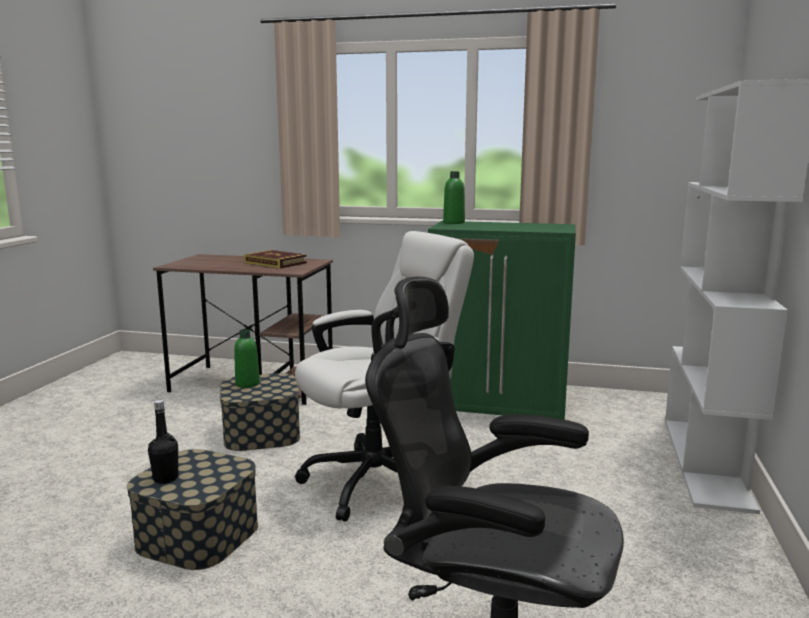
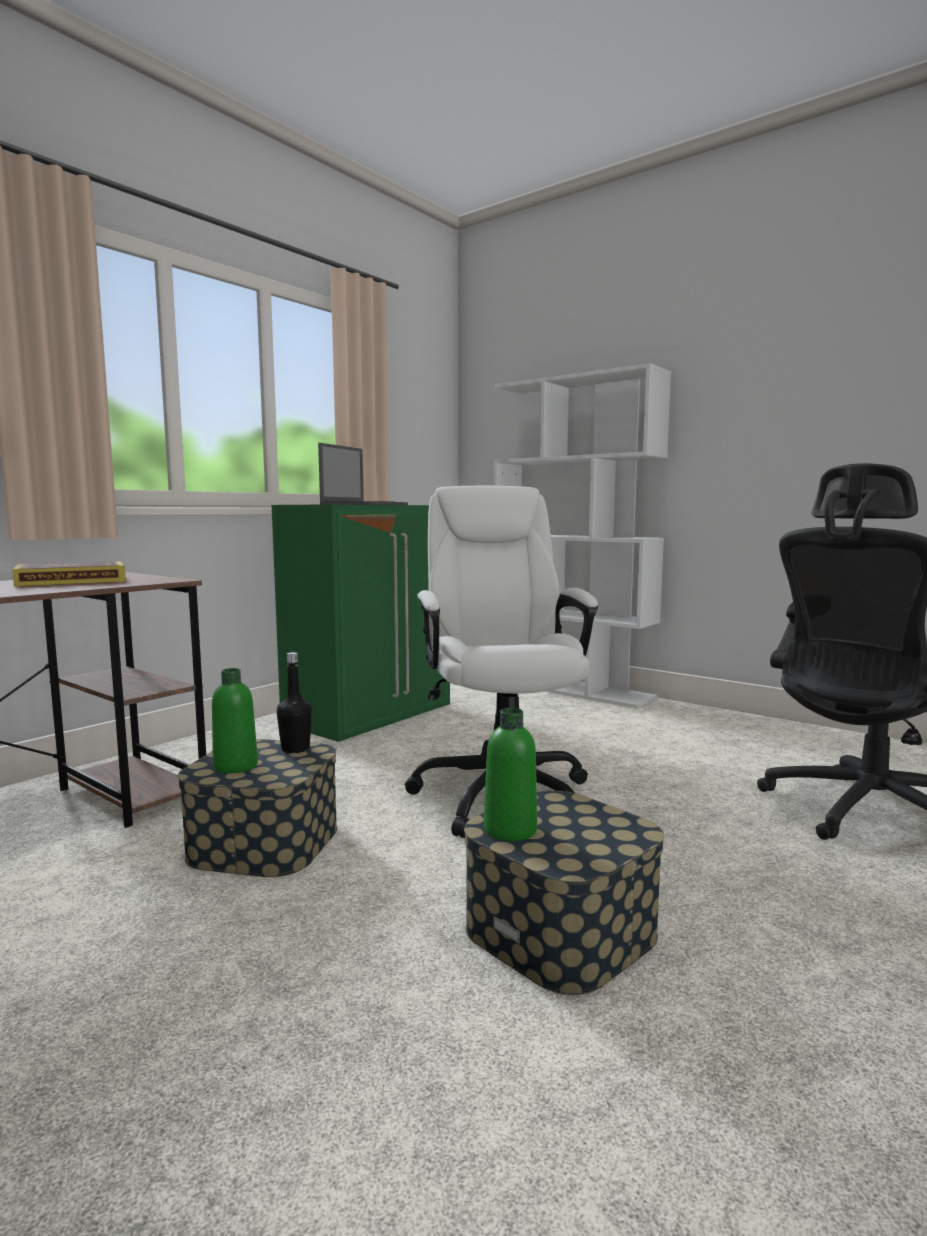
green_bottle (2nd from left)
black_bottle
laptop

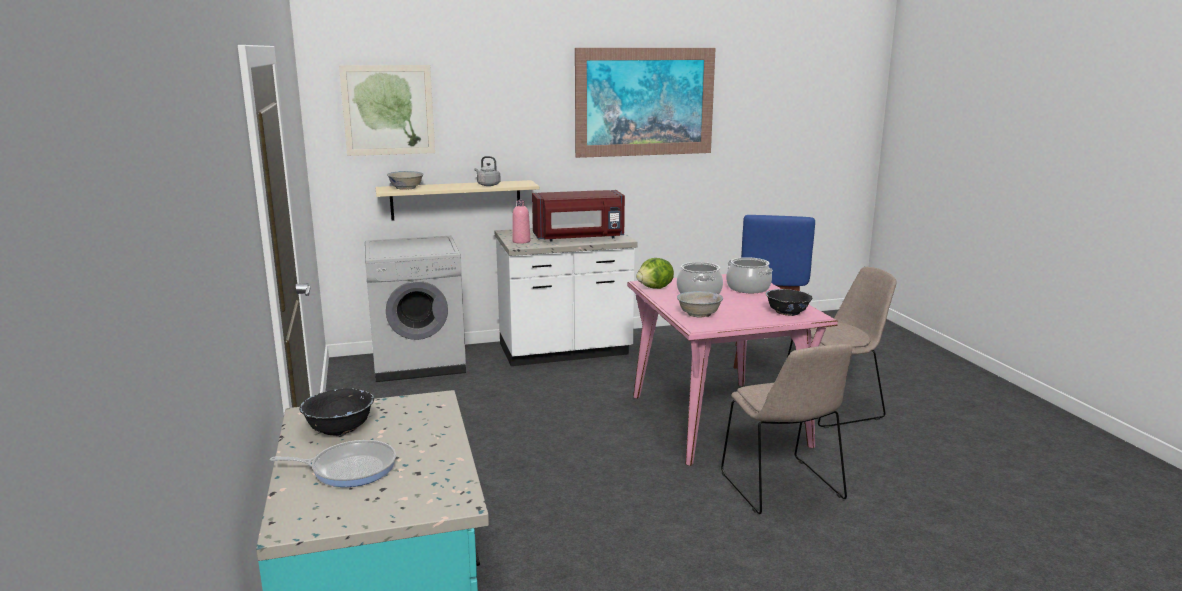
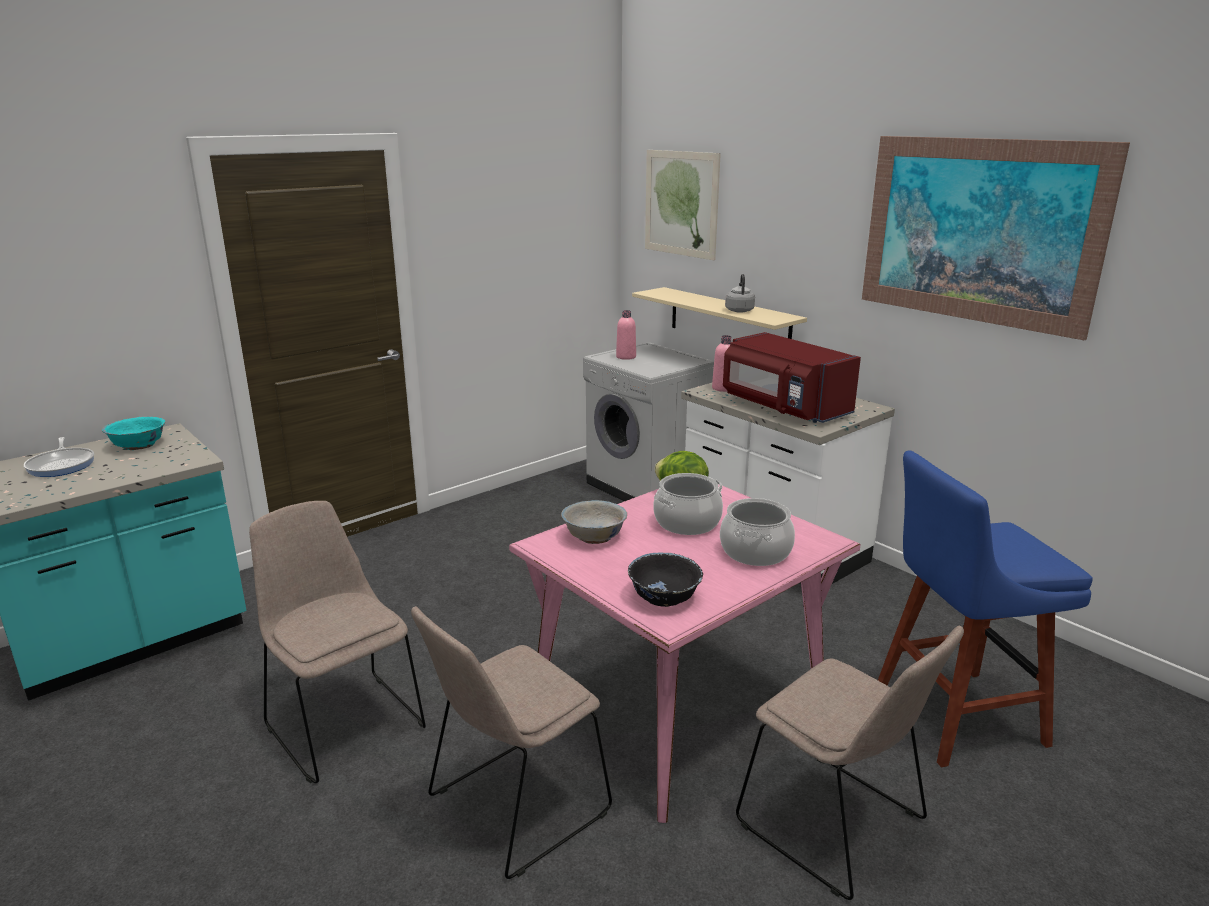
white_bowl (1st from left in the first image)
turquoise_bowl
pink_bottle (1st from left)
beige_chair (1st from left)

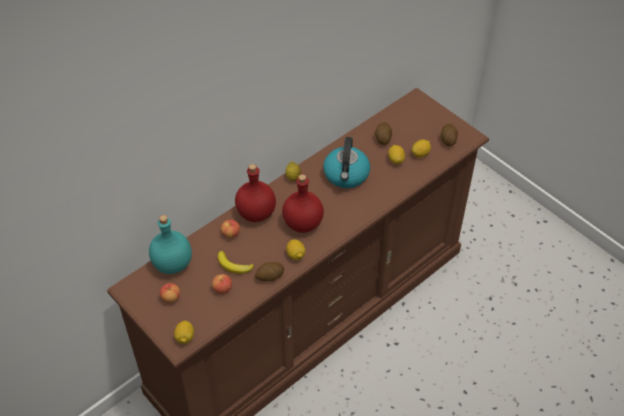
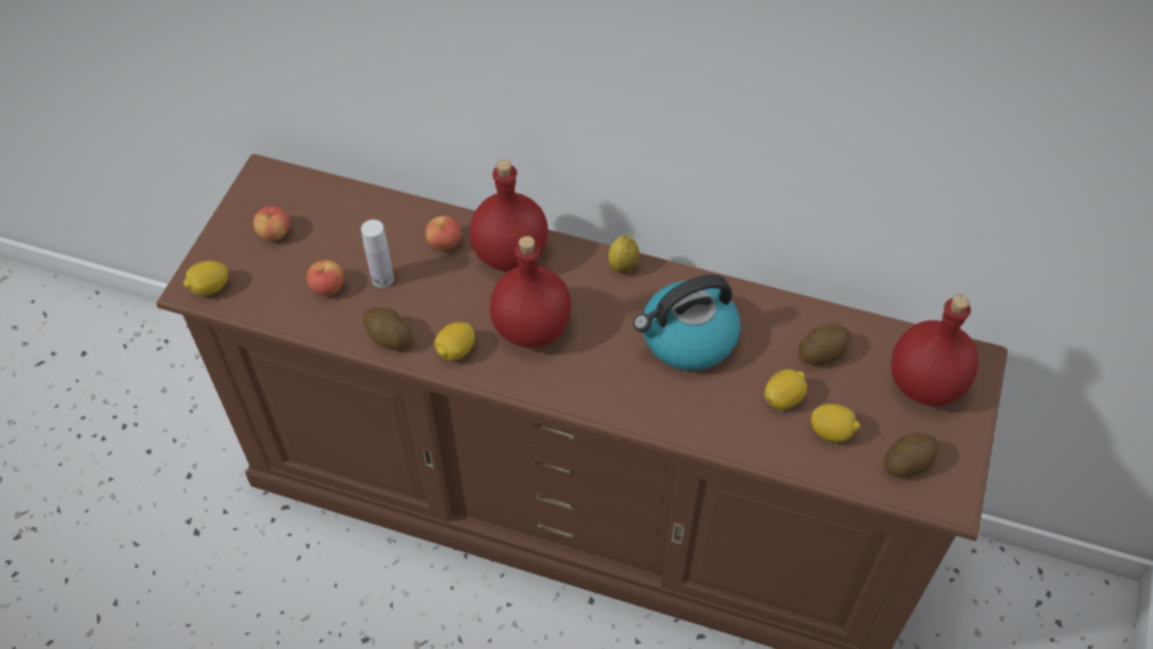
turquoise_bottle
white_bottle
red_bottle (3rd from left)

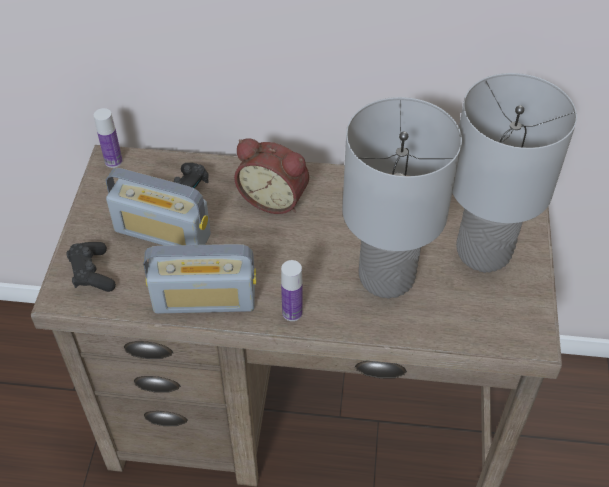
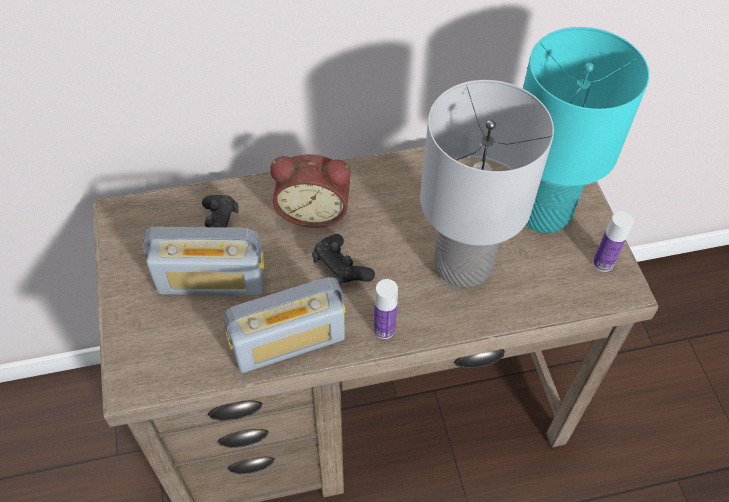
turquoise_table_lamp
bottle (2nd from left)
black_game_controller (2nd from left)

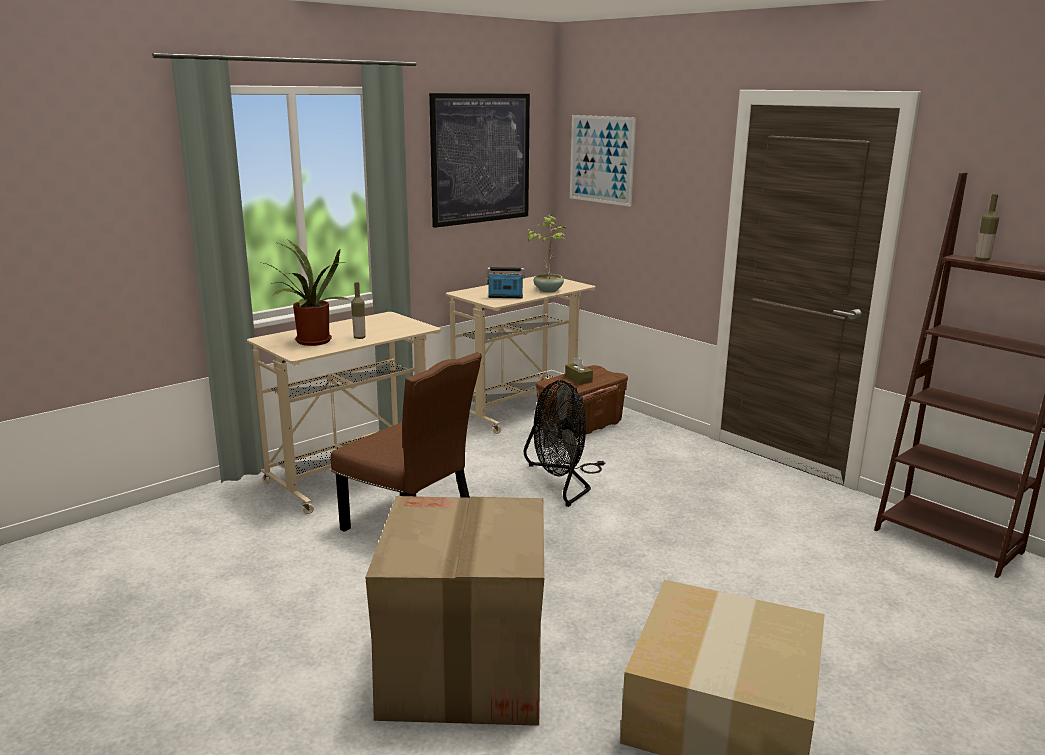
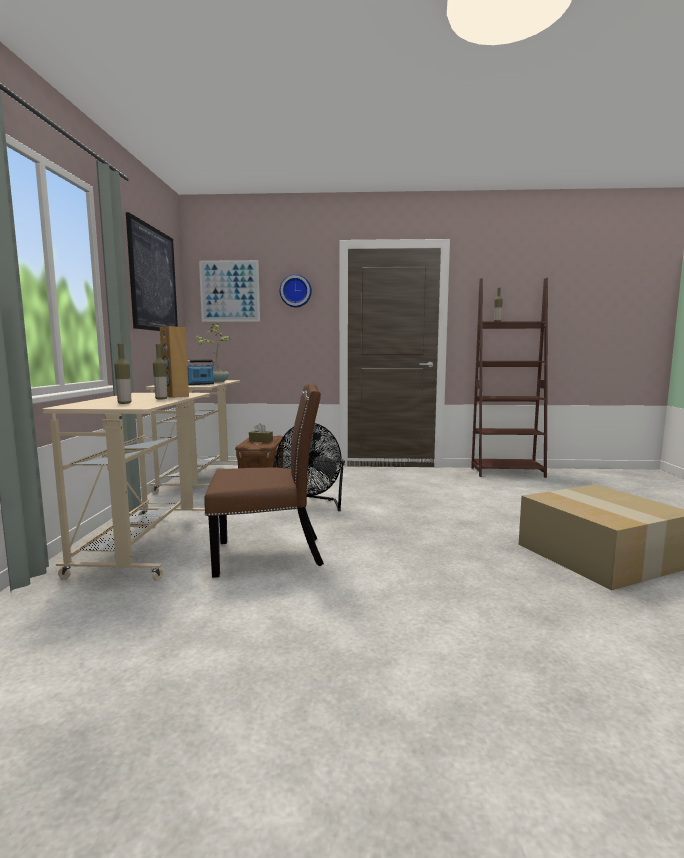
bottle (1st from left)
cardboard_box (1st from left in the first image)
wall_clock
brown_speaker

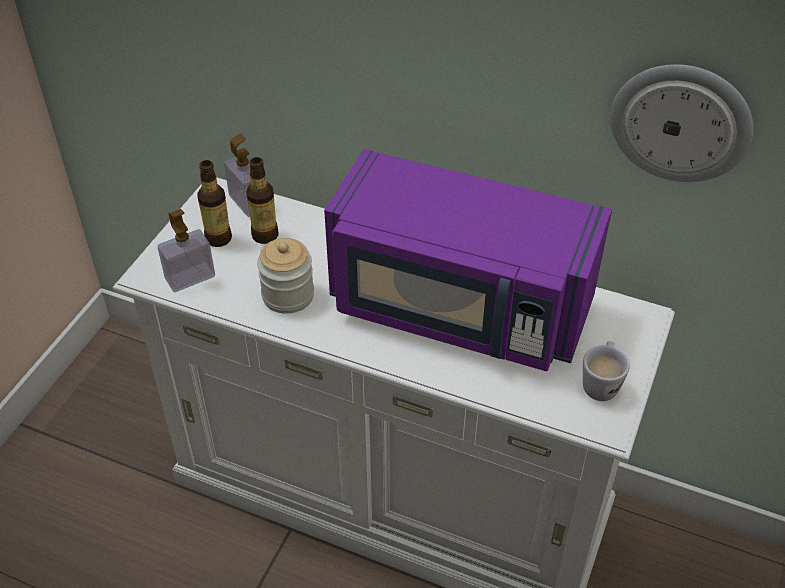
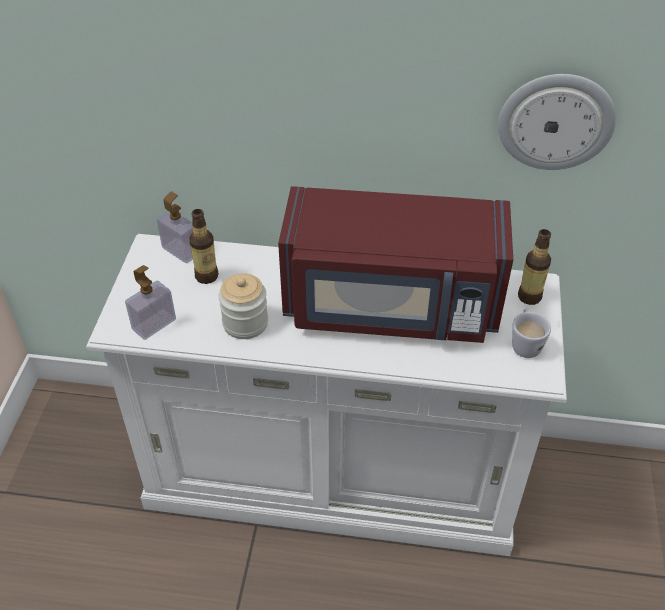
red_microwave
bottle (2nd from left)

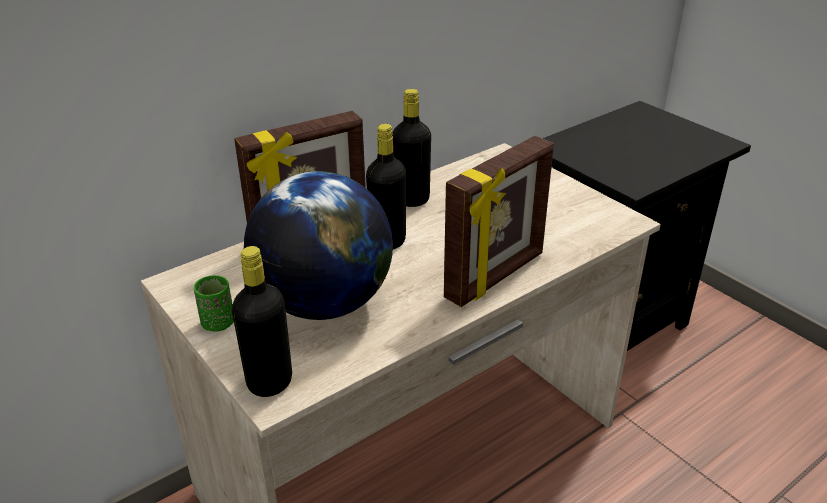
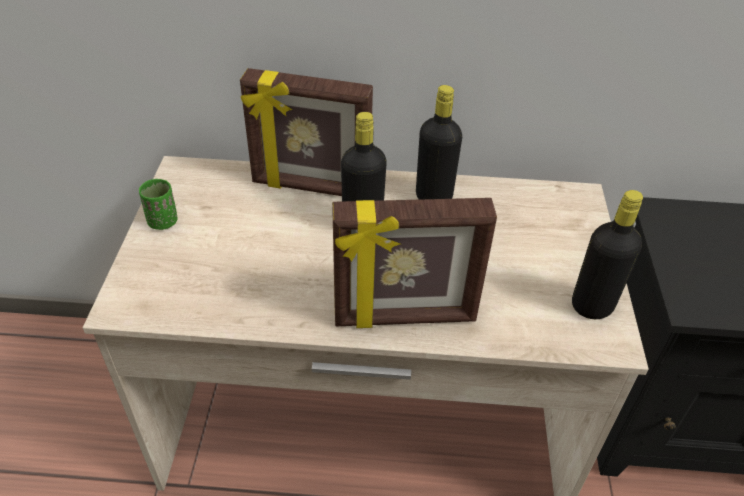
globe
black_bottle (3rd from left)

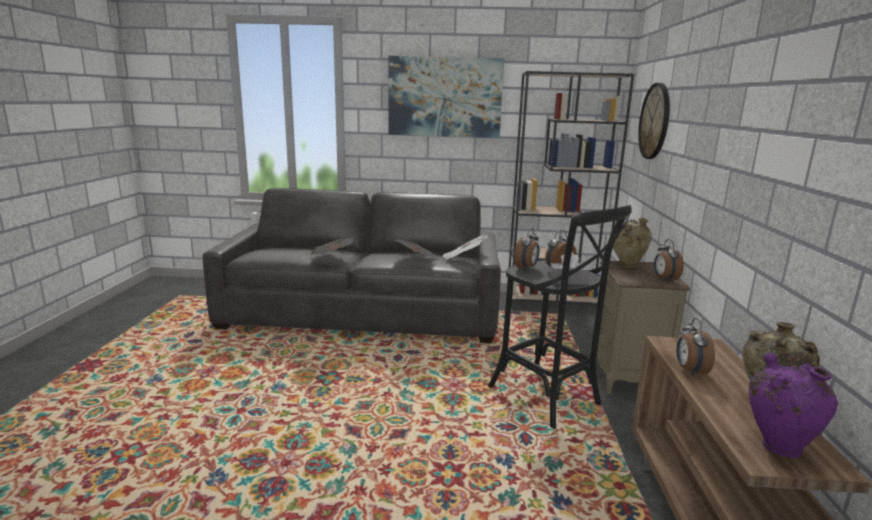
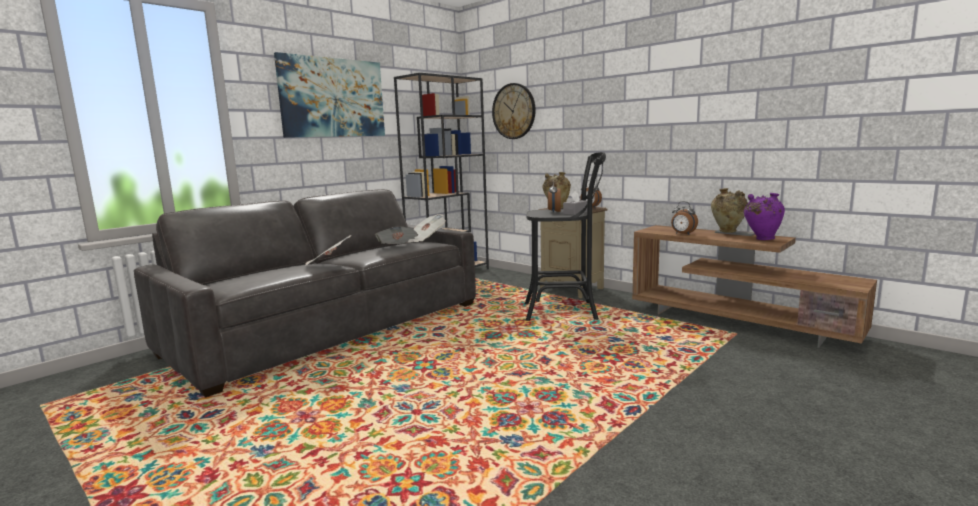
alarm_clock (1st from left in the first image)

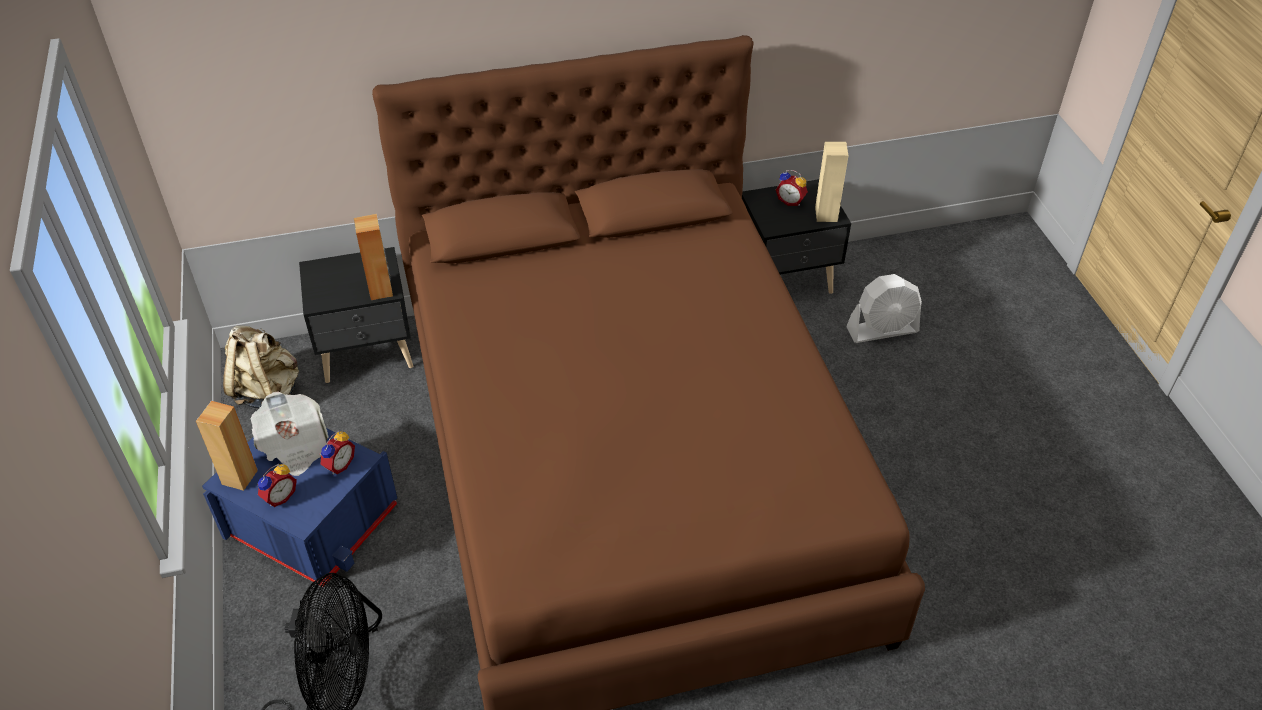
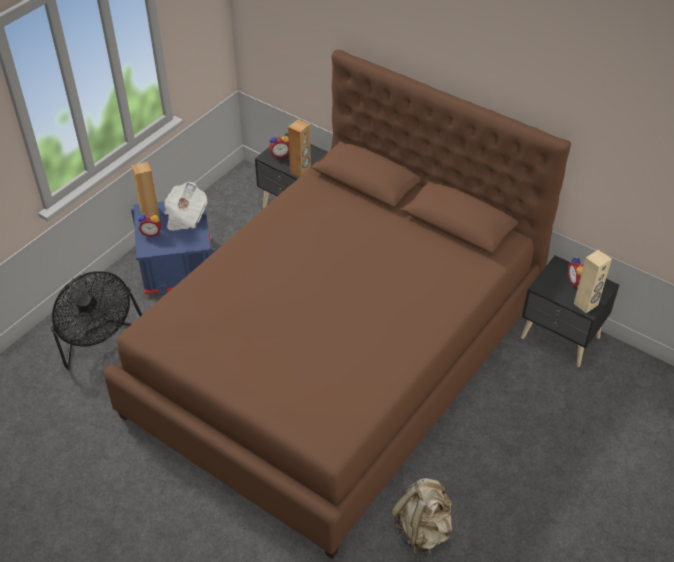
white_fan
beige_backpack
alarm_clock (2nd from left)

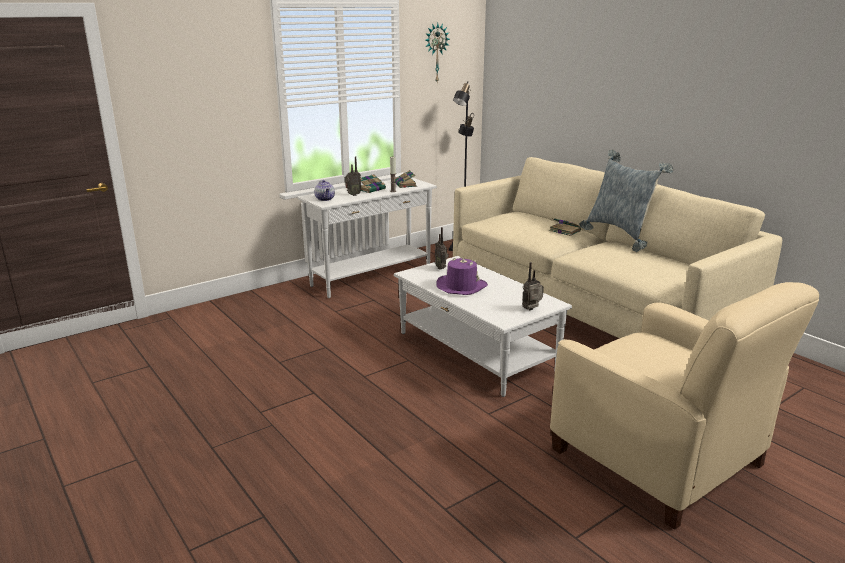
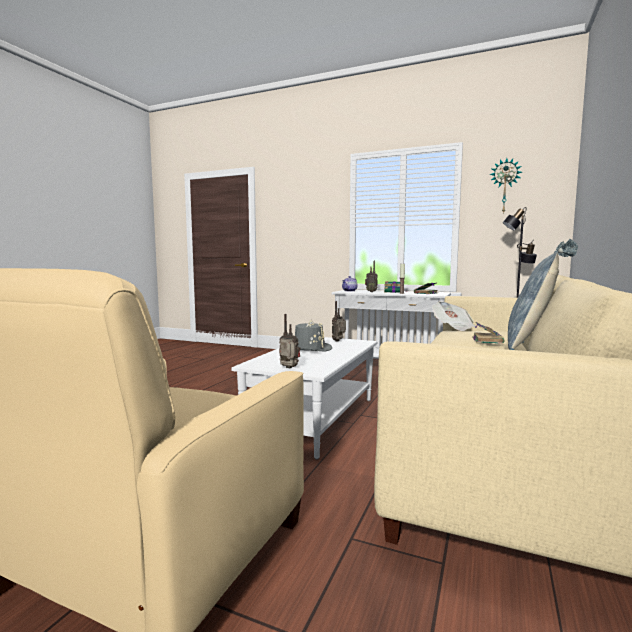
grey_hat
newspaper

